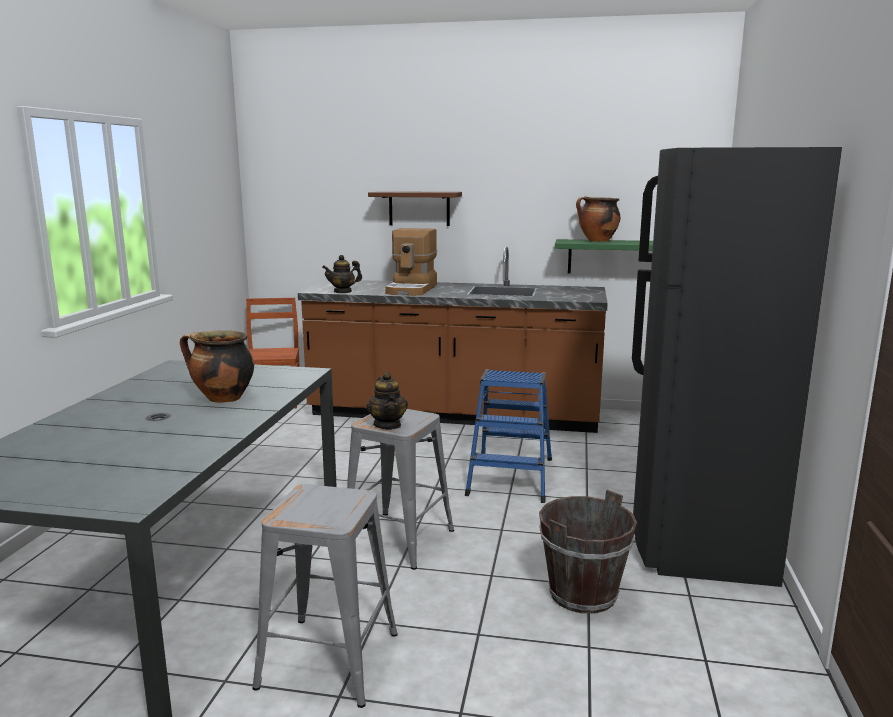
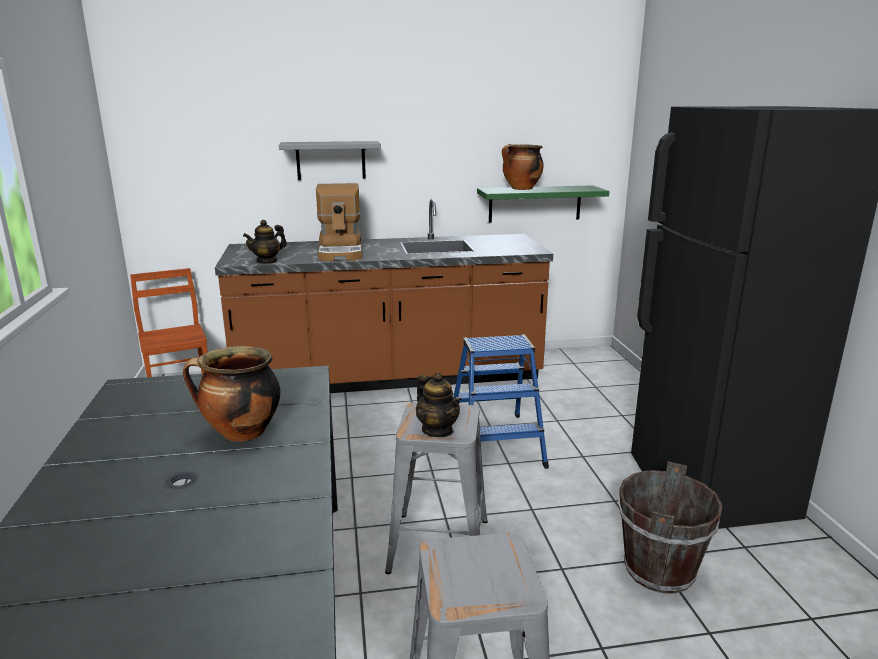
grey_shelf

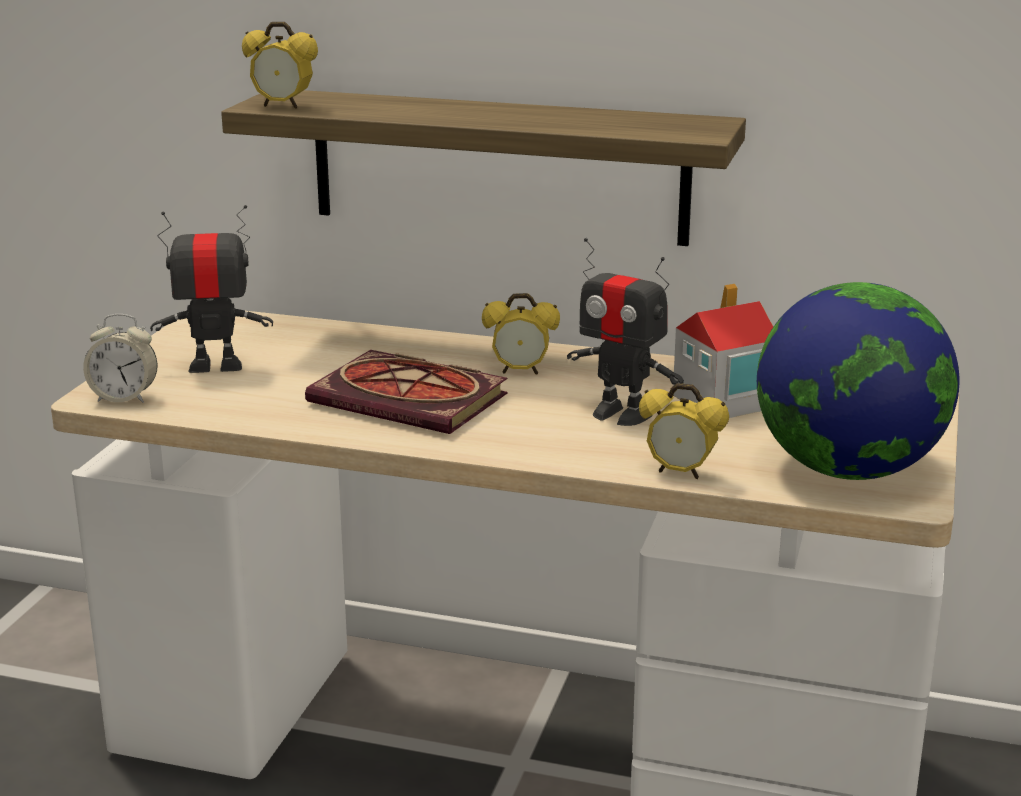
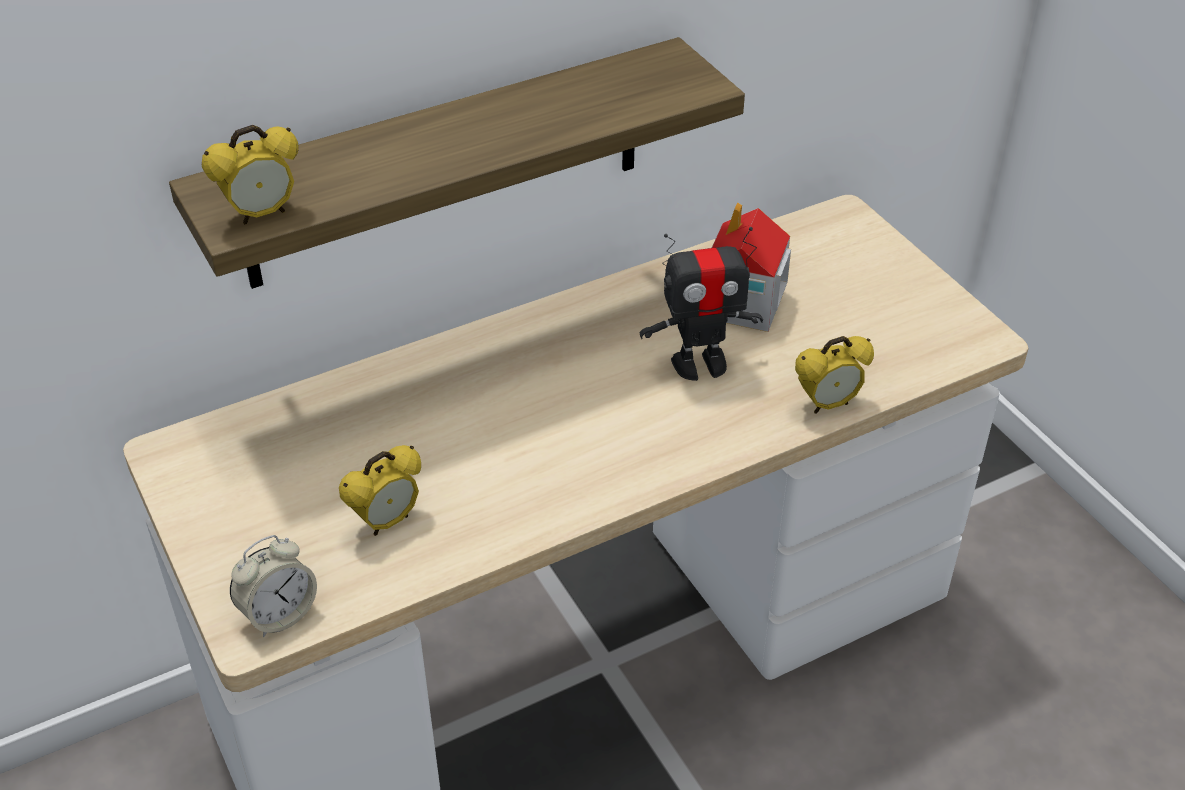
toy_robot (1st from left in the first image)
globe
alarm_clock (3rd from left)
book

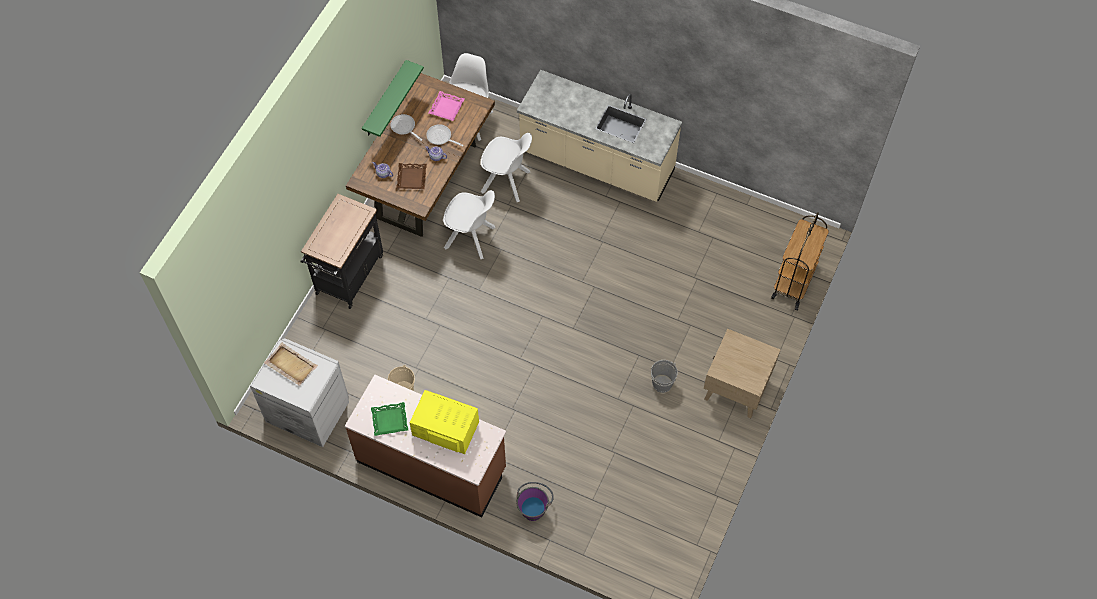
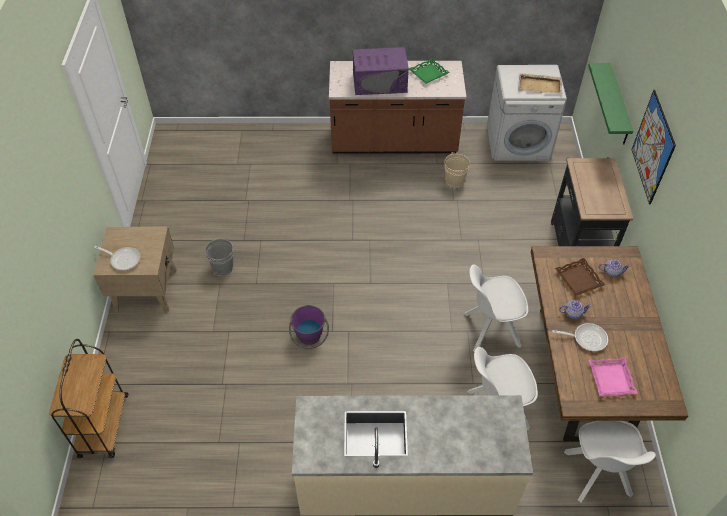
green_shelf
frying_pan (1st from left)
purple_microwave
purple_bucket
picture

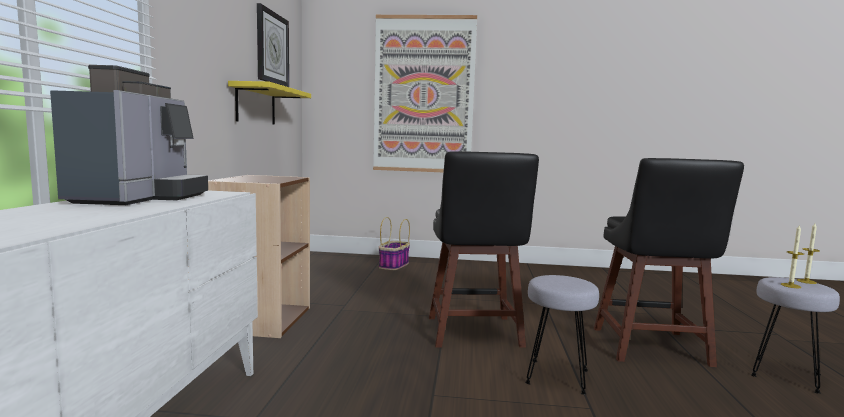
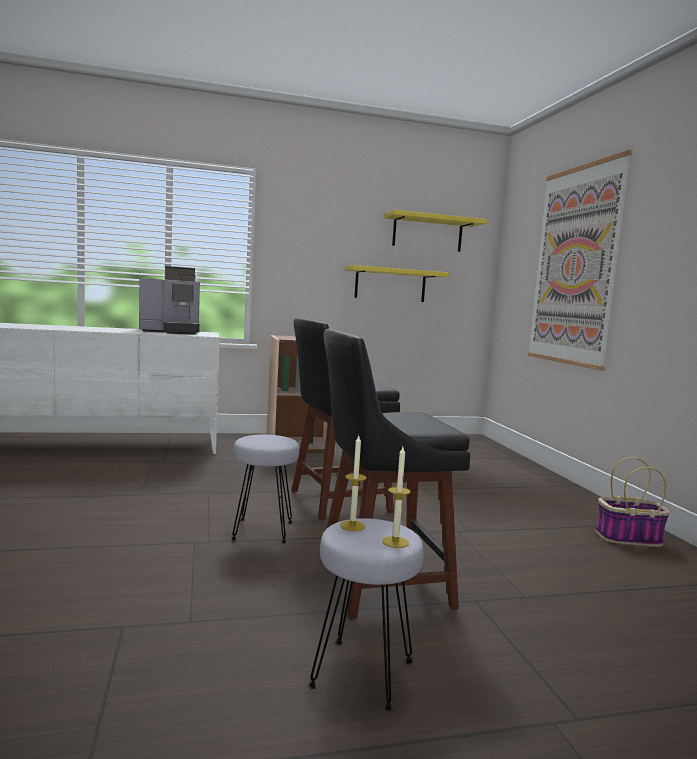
yellow_shelf (2nd from left)
basket

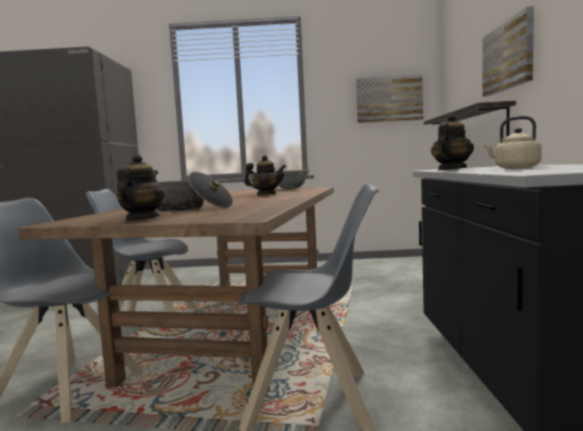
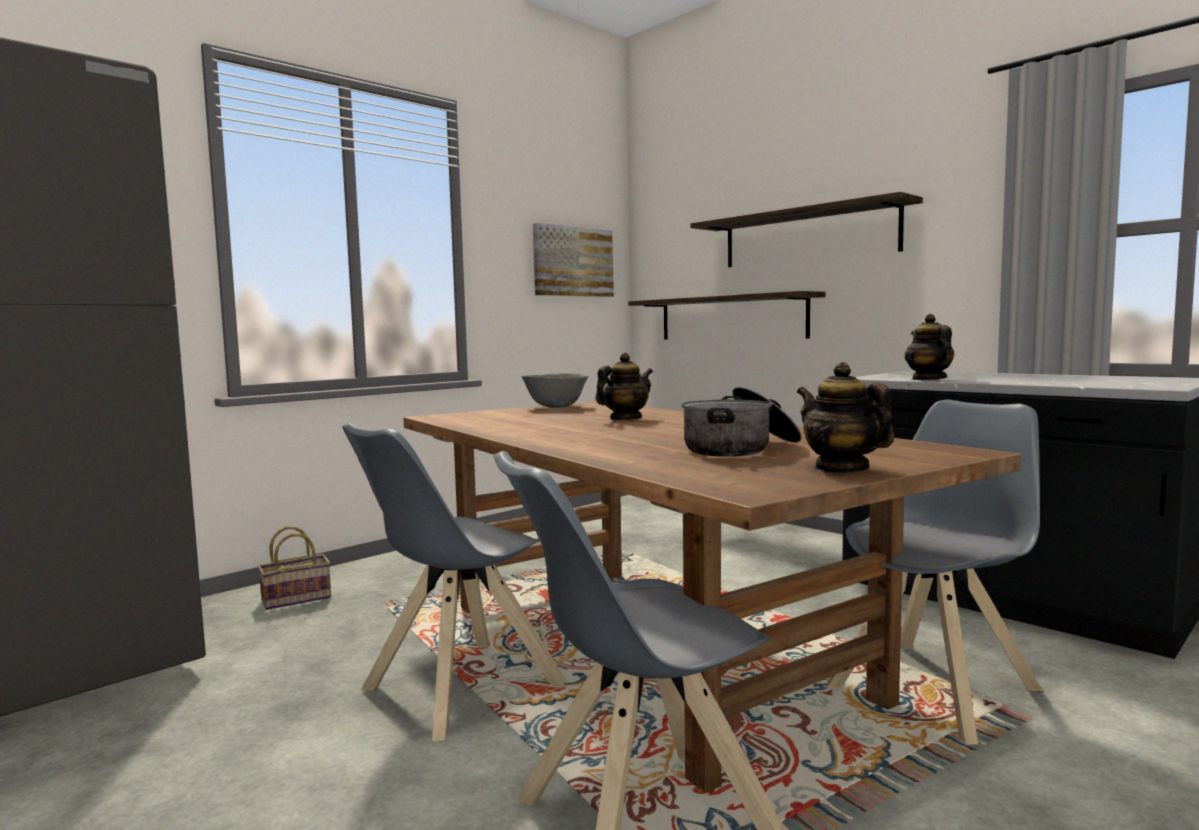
shelf (2nd from left)
beige_kettle
basket

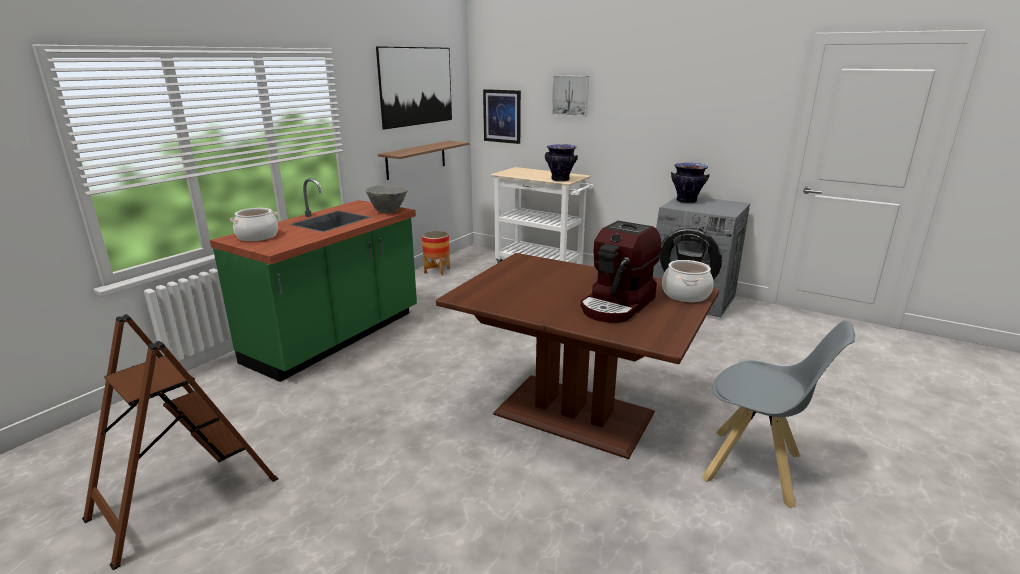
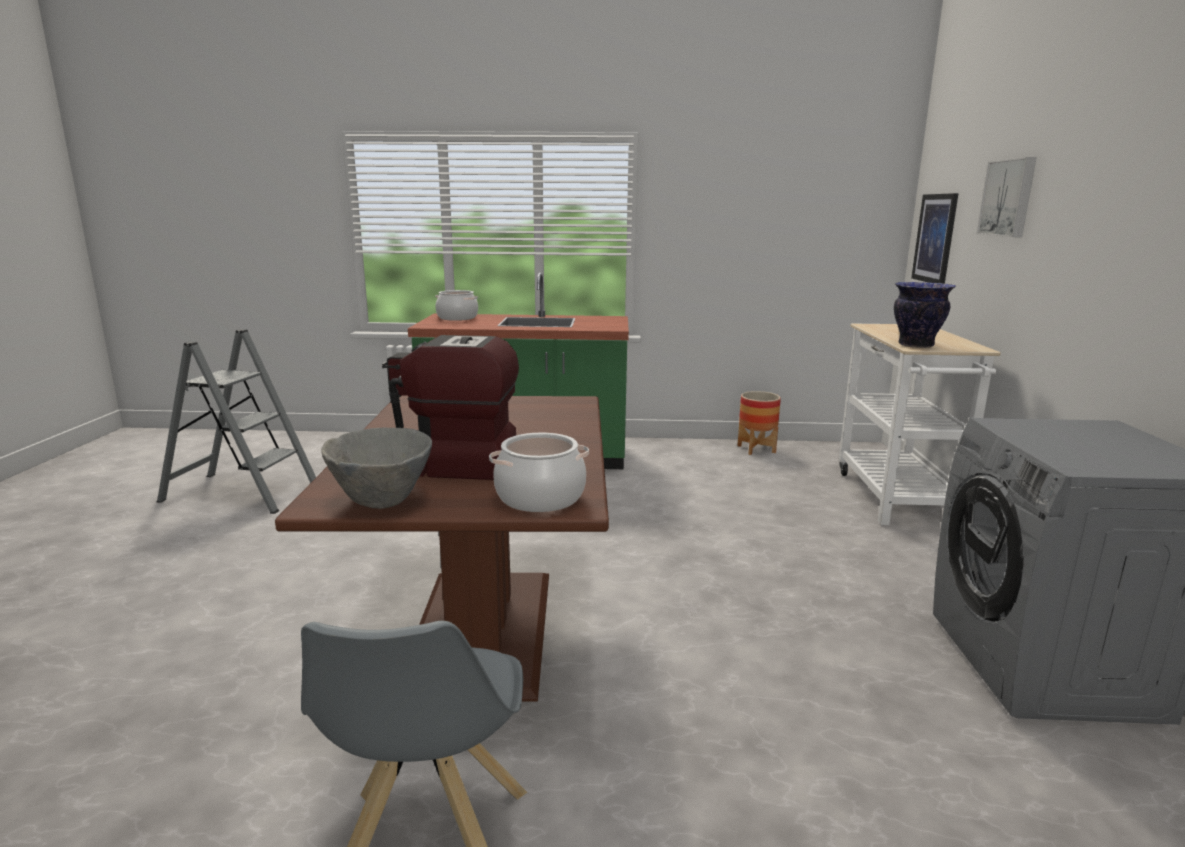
picture (1st from left in the first image)
shelf
vase (2nd from left in the first image)
grey_bowl
grey_step_ladder

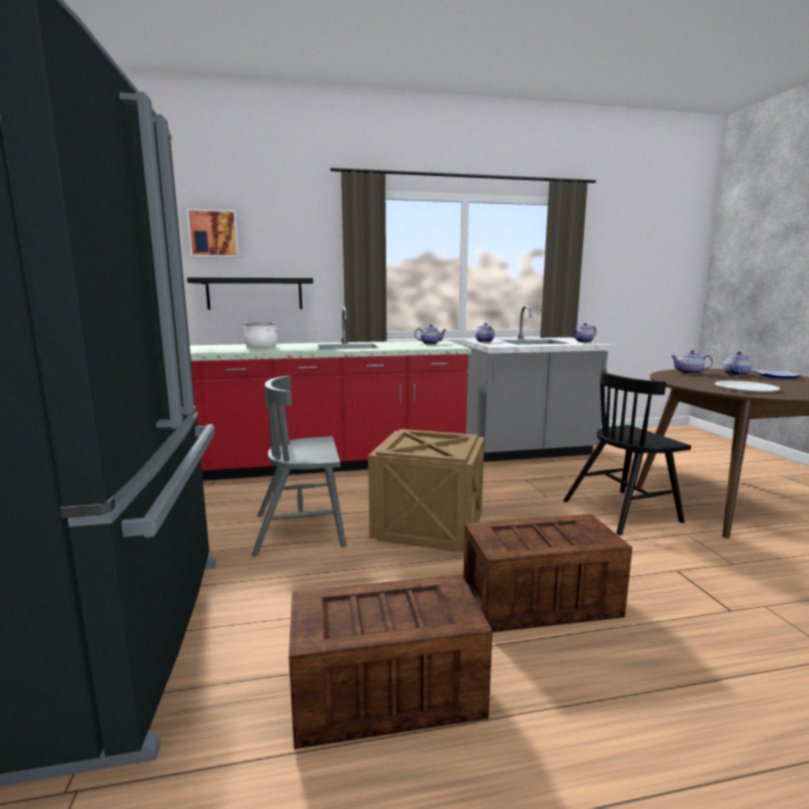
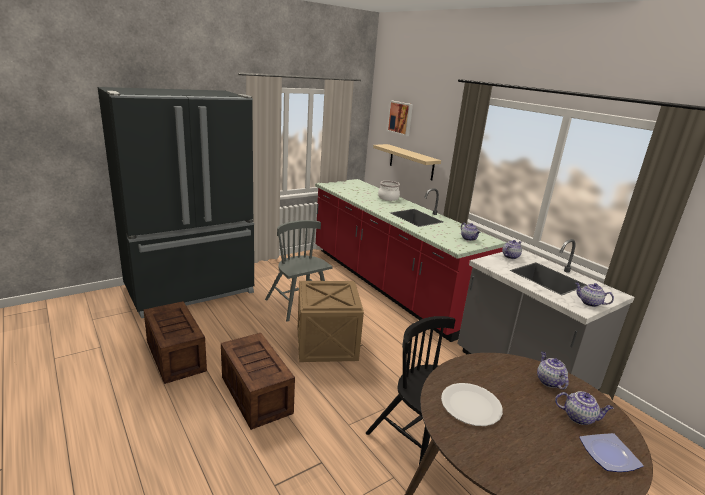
beige_shelf

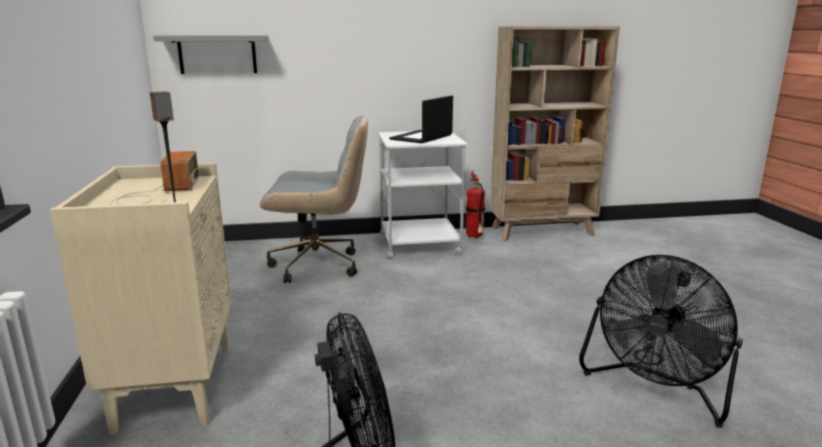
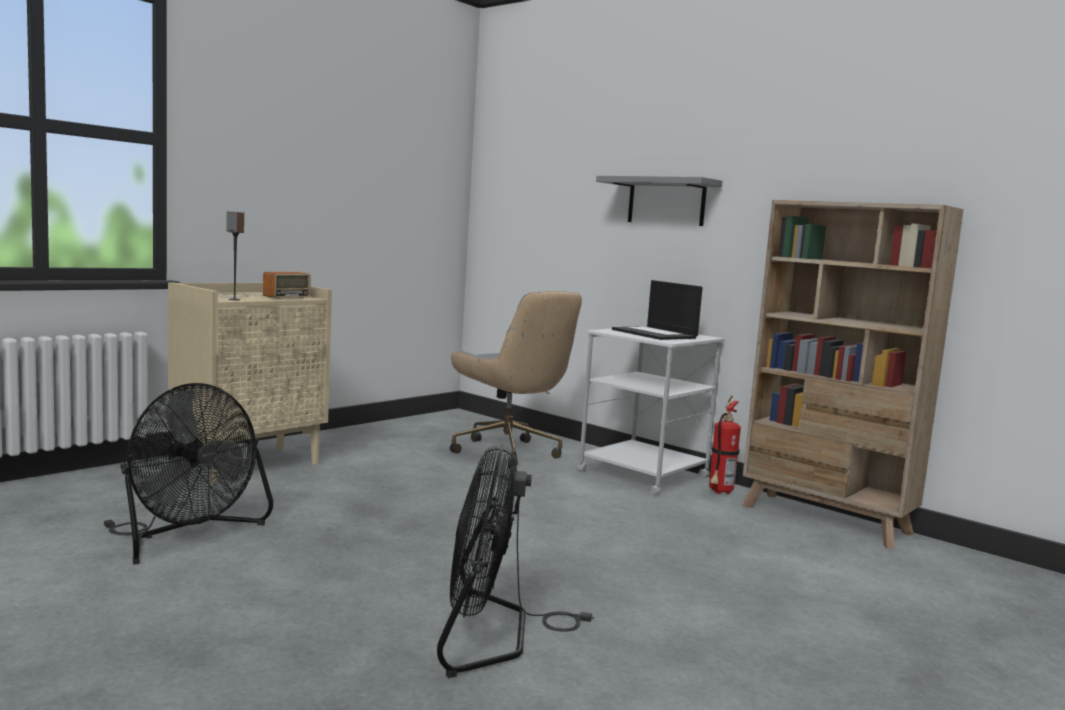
grey_shelf
laptop

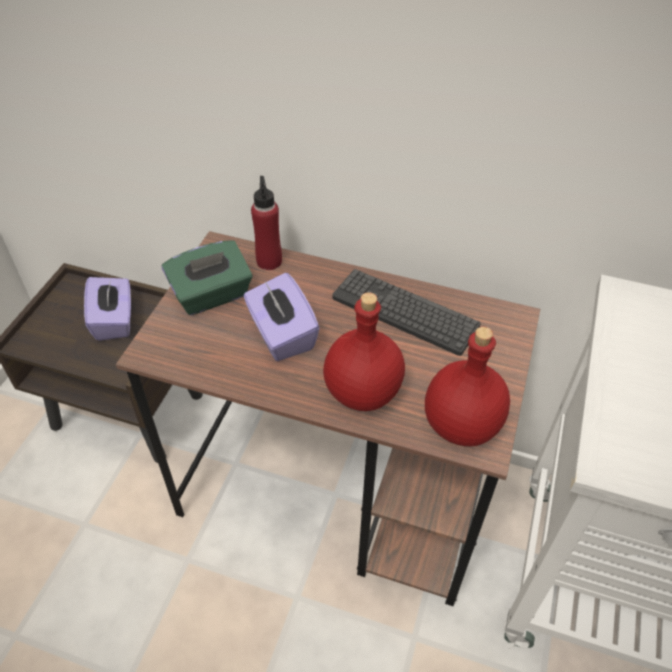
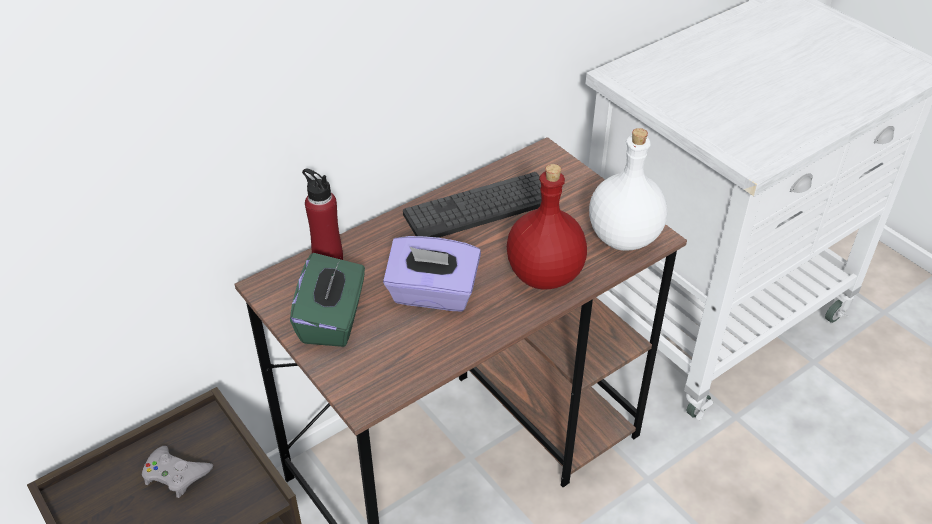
grey_game_controller
white_bottle

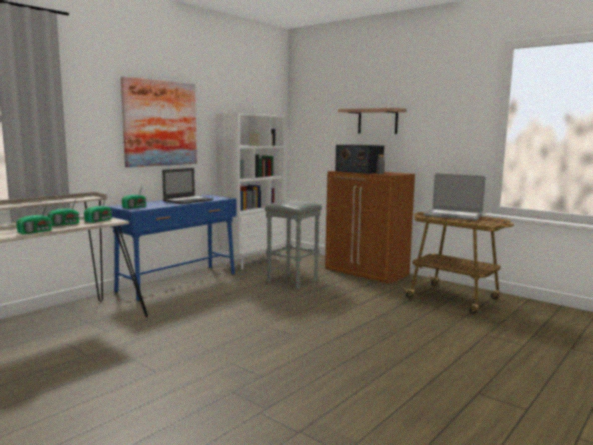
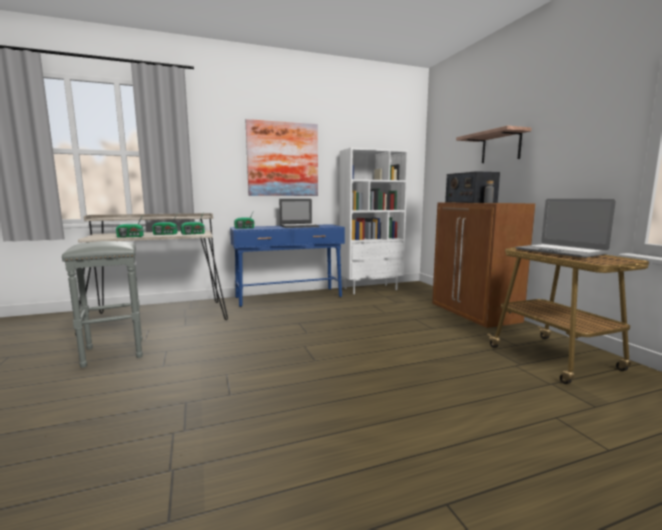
grey_stool

